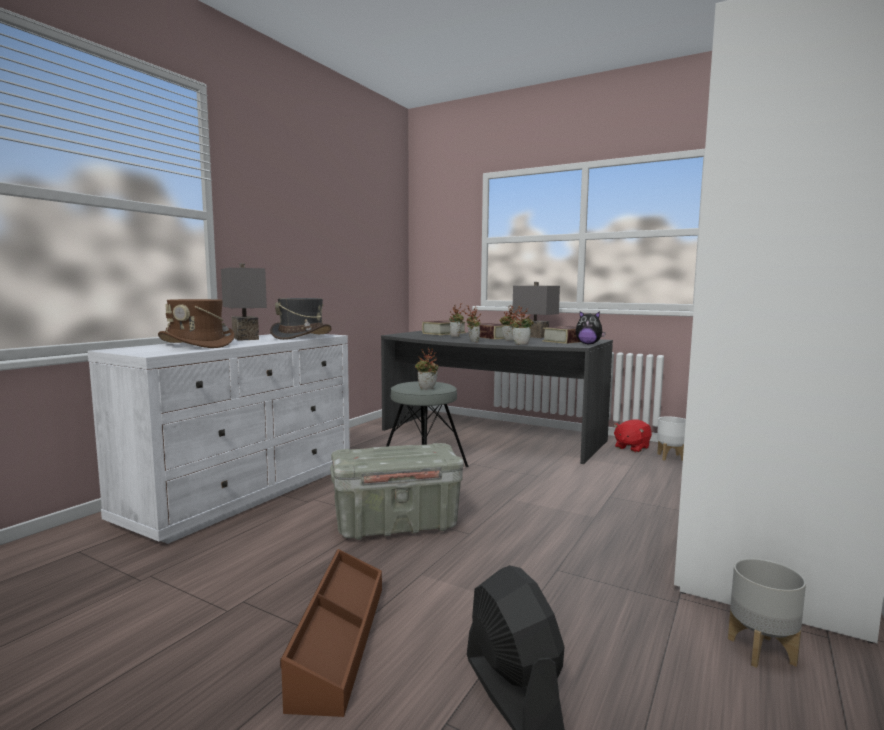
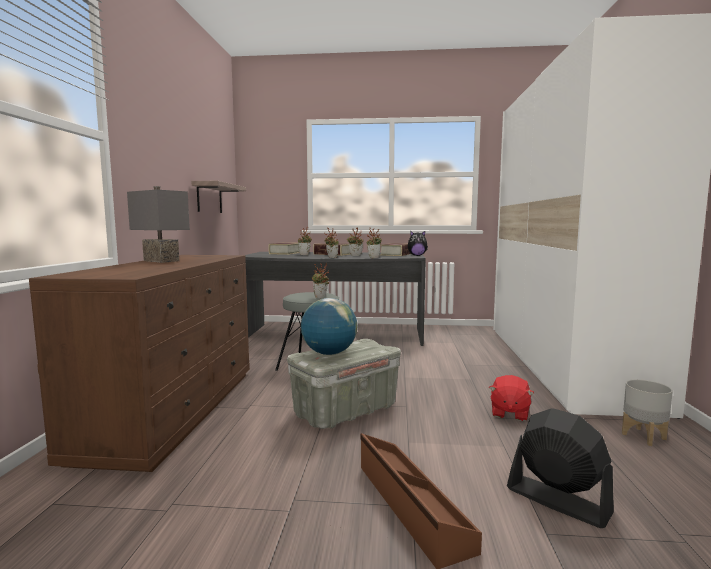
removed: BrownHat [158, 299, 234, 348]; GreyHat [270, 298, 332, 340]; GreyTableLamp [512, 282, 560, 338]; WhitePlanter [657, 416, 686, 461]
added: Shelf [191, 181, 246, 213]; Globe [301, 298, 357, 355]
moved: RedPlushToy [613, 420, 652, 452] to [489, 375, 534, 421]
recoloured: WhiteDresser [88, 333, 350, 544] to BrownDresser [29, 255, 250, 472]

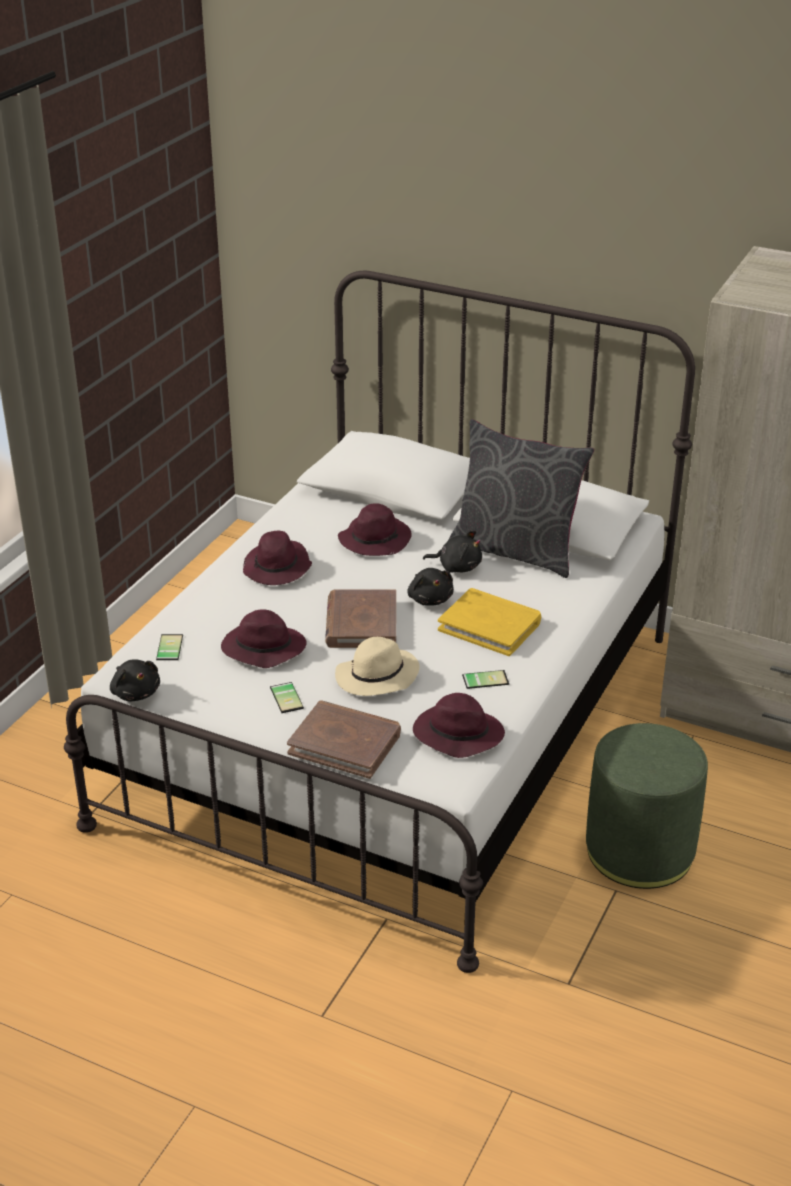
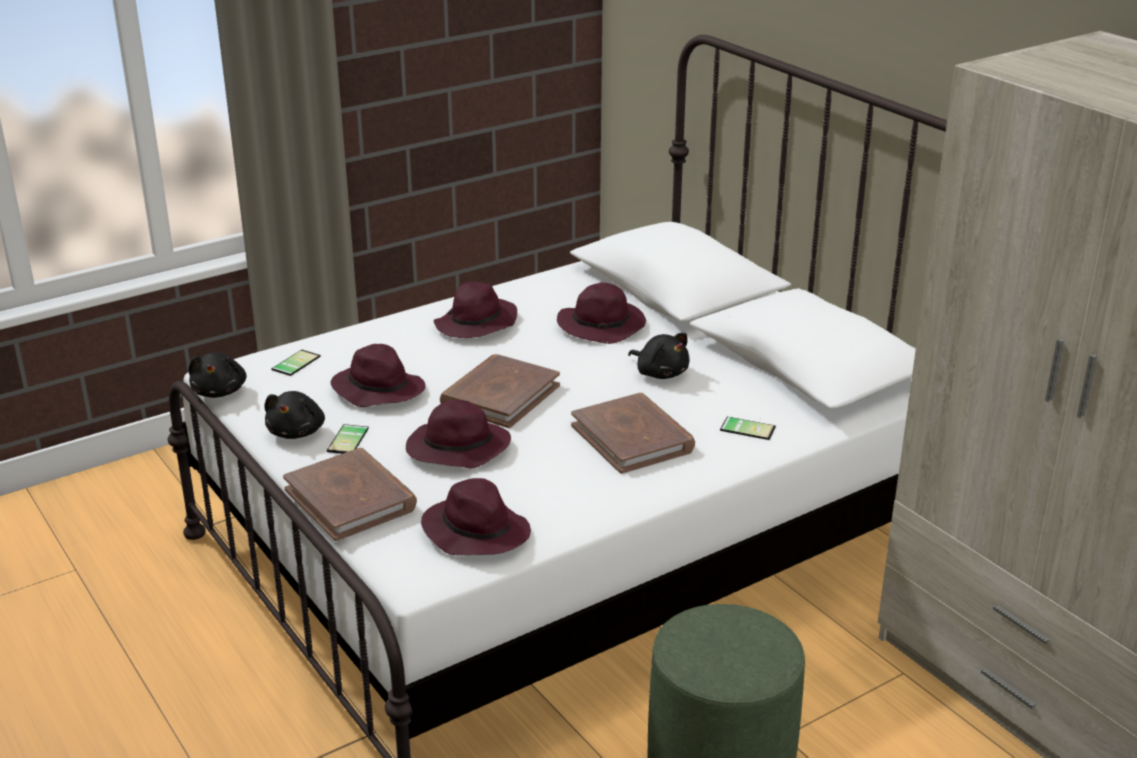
removed: GreyPillow [449, 419, 594, 578]
moved: BlackPlushToy [407, 568, 454, 606] to [264, 391, 325, 439]; Phone [462, 670, 509, 689] to [720, 417, 776, 440]
recoloured: BeigeHat [335, 637, 420, 696] to PurpleHat [406, 399, 511, 468]; YellowBook [438, 588, 541, 656] to BrownBook [571, 393, 695, 474]

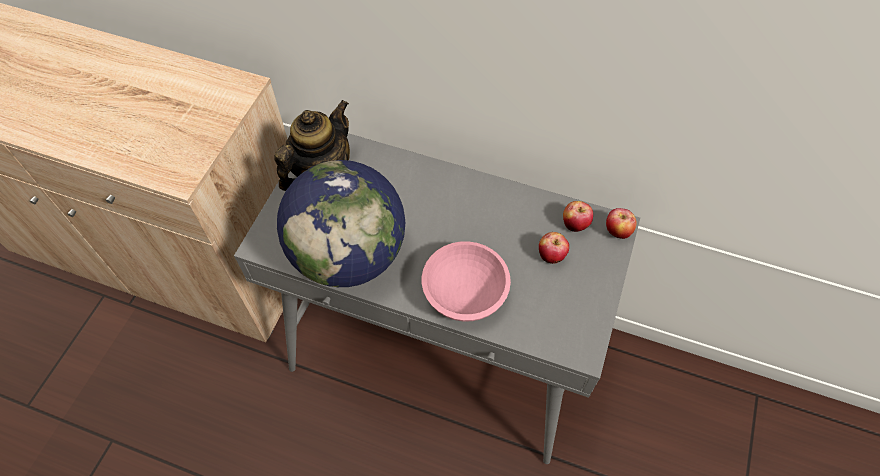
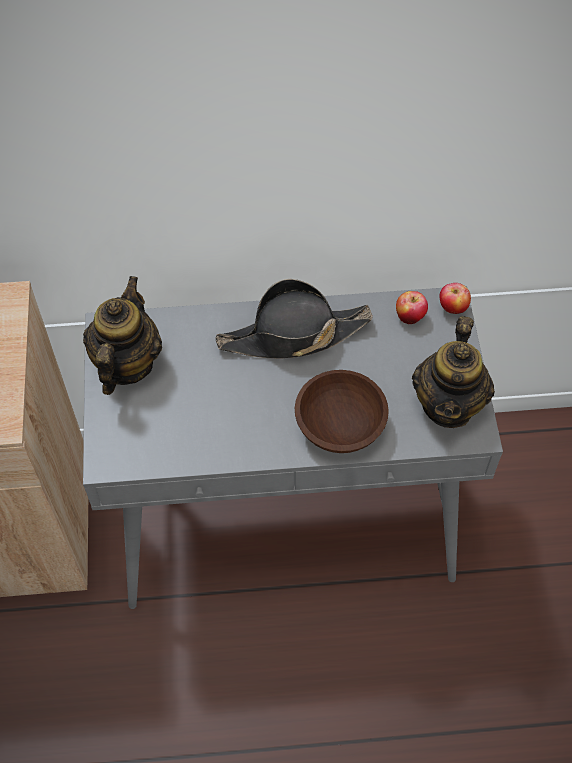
removed: Globe [277, 160, 405, 287]; Apple [539, 232, 569, 264]
added: BlackHat [216, 279, 373, 359]; Teapot [412, 316, 495, 428]
recoloured: PinkBowl [422, 241, 511, 321] to BrownBowl [295, 370, 389, 453]

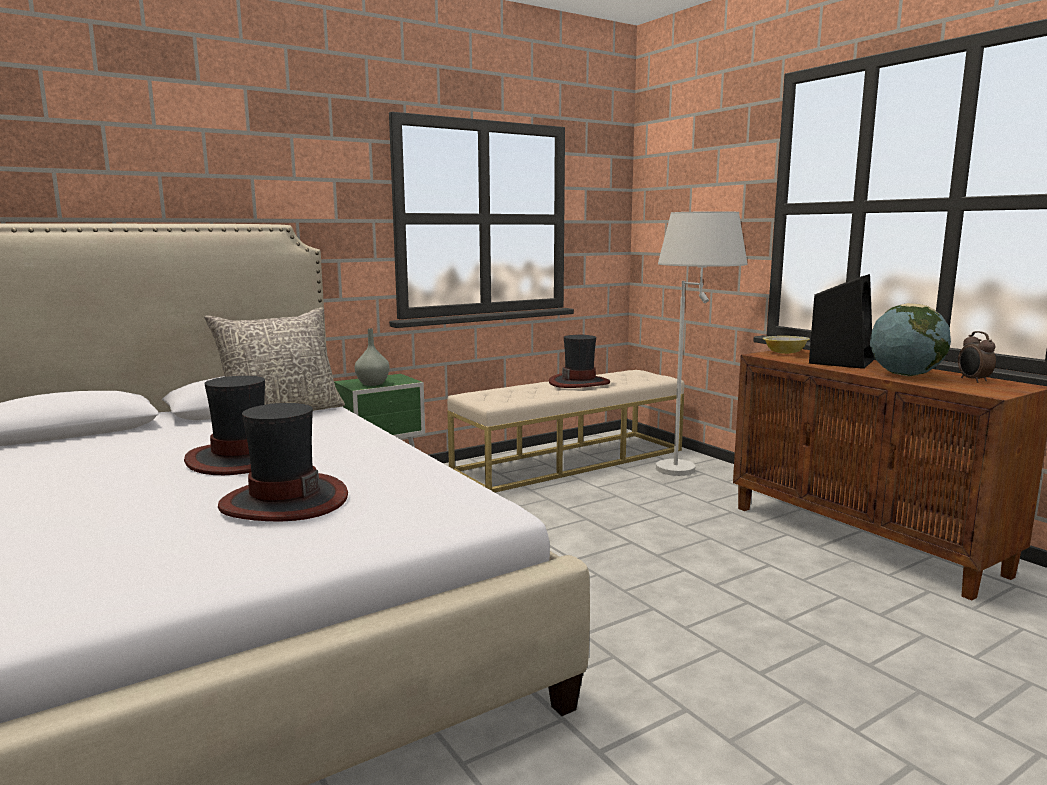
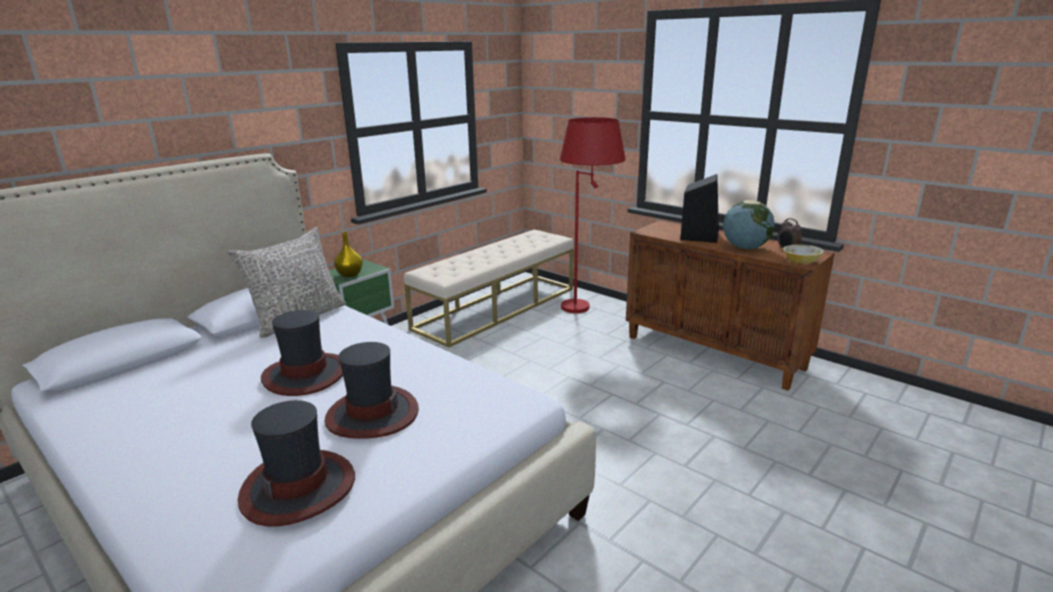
moved: Hat [549, 335, 610, 388] to [238, 400, 355, 527]; Bowl [763, 336, 810, 354] to [783, 245, 824, 264]
recoloured: GreyVase [355, 328, 389, 386] to YellowVase [334, 231, 363, 277]; WhiteFloorLamp [656, 211, 747, 476] to RedFloorLamp [560, 117, 625, 313]

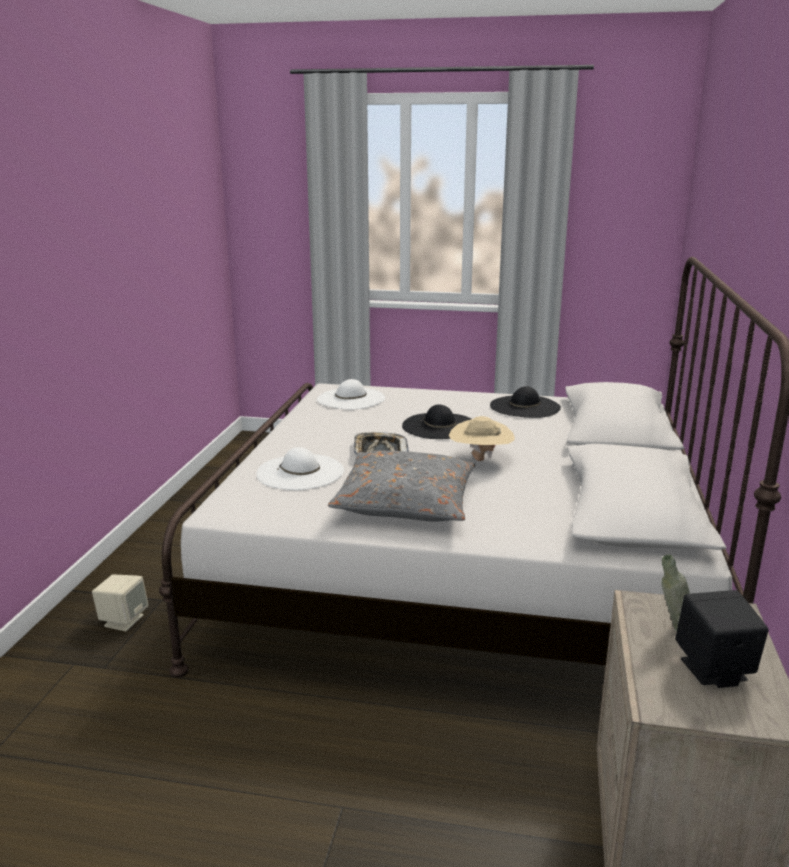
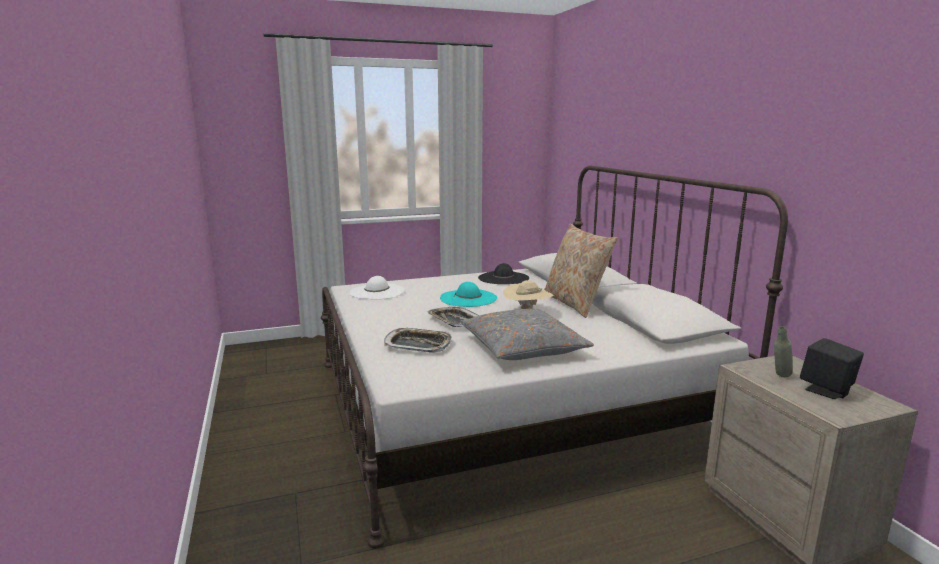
removed: BeigeSpeaker [92, 574, 148, 631]
added: BeigePillow [544, 224, 618, 318]
replaced: WhiteHat [257, 447, 344, 490] to Tray [384, 328, 452, 353]
recoloured: BlackHat [402, 404, 471, 439] to TurquoiseHat [440, 282, 497, 307]

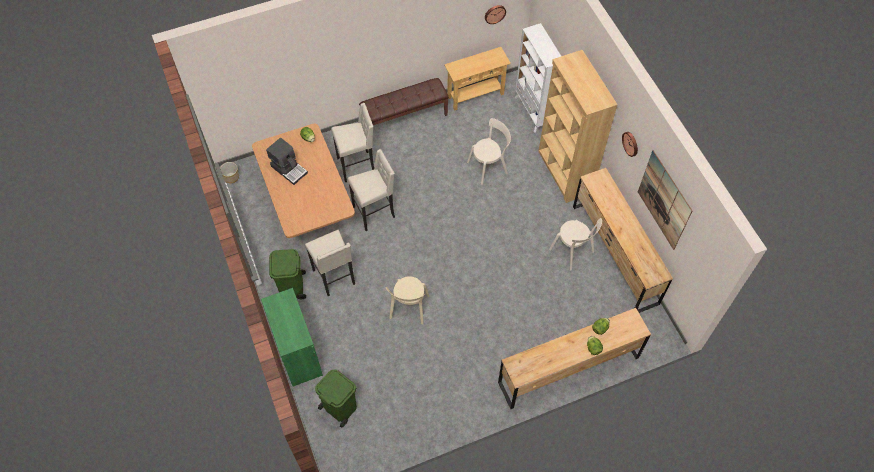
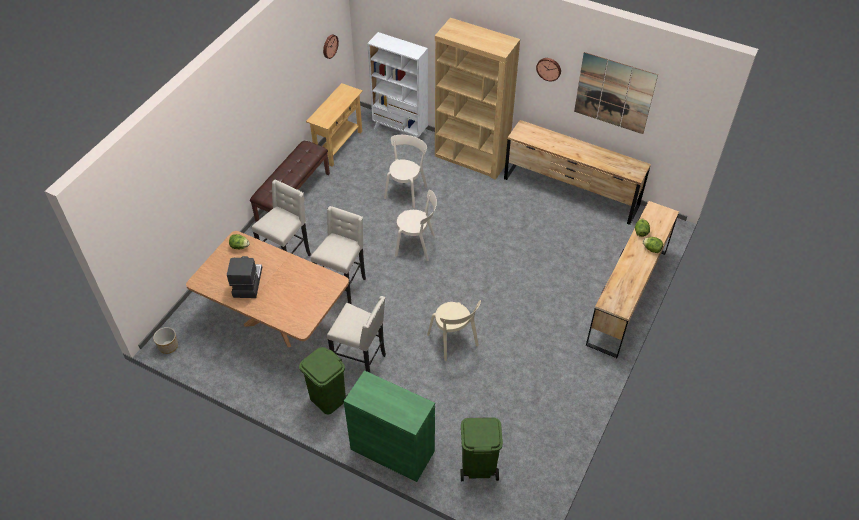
moved: BeigeChair [549, 218, 602, 271] to [395, 190, 437, 261]
turned: CoffeeMachine [266, 138, 308, 185] = [227, 256, 262, 298] 90 degrees counterclockwise

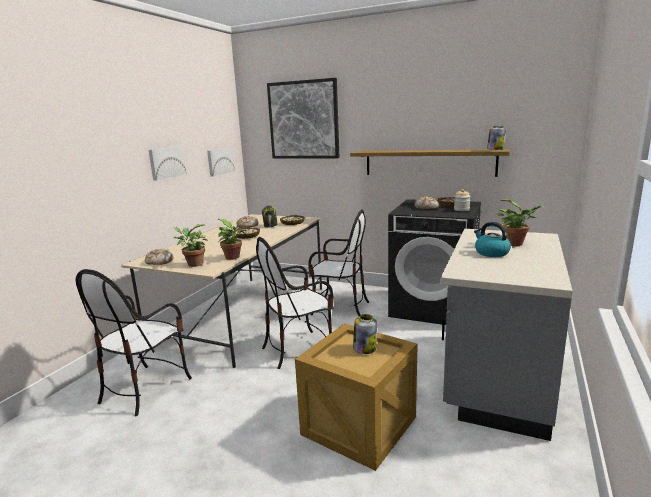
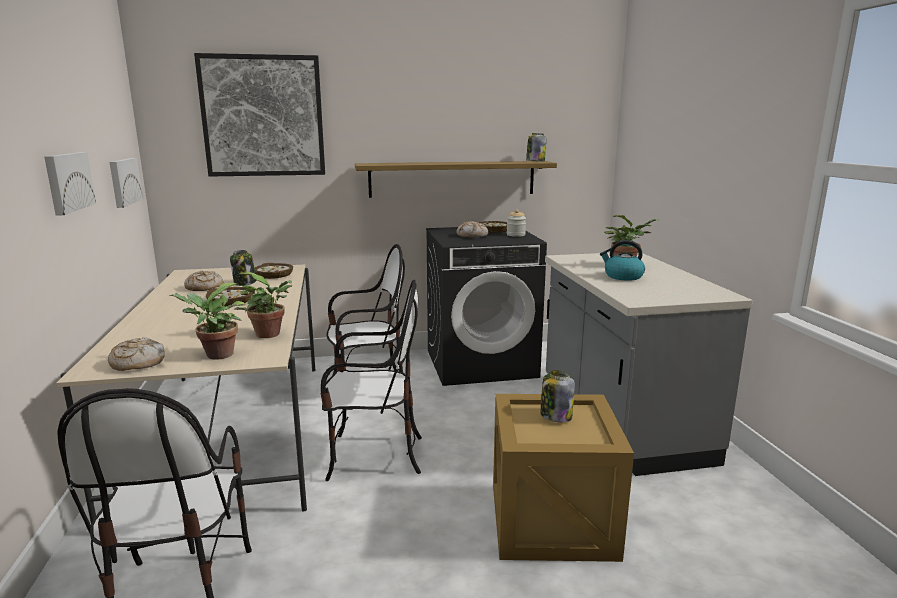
turned: Chair [256, 237, 334, 369] = [321, 280, 422, 481] 120 degrees counterclockwise

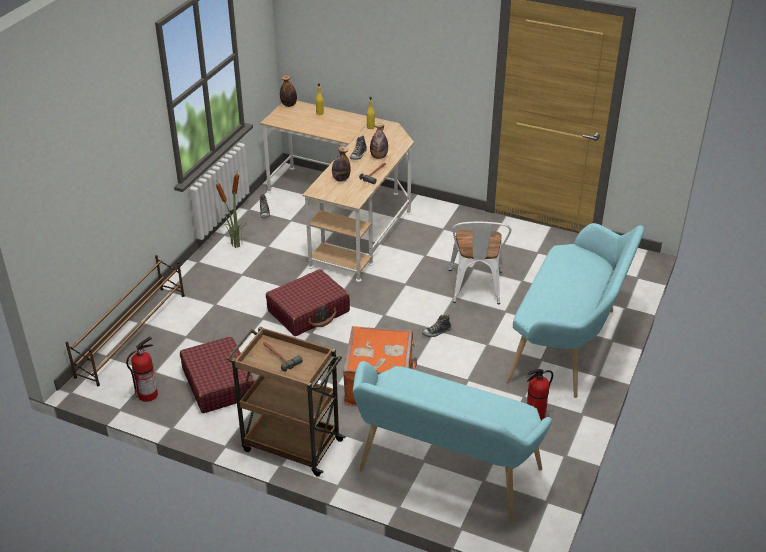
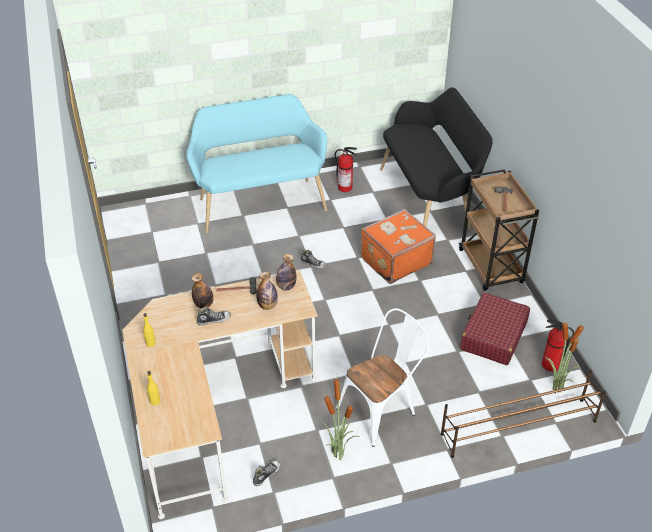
removed: RedSuitcase [266, 269, 350, 336]
added: PottedPlant [545, 322, 585, 394]
moved: Bottle [280, 74, 297, 107] to [276, 254, 296, 291]; WhiteChair [449, 222, 512, 304] to [336, 308, 429, 447]
recoloured: TurquoiseBench [353, 361, 552, 523] to BlackBench [380, 87, 492, 230]

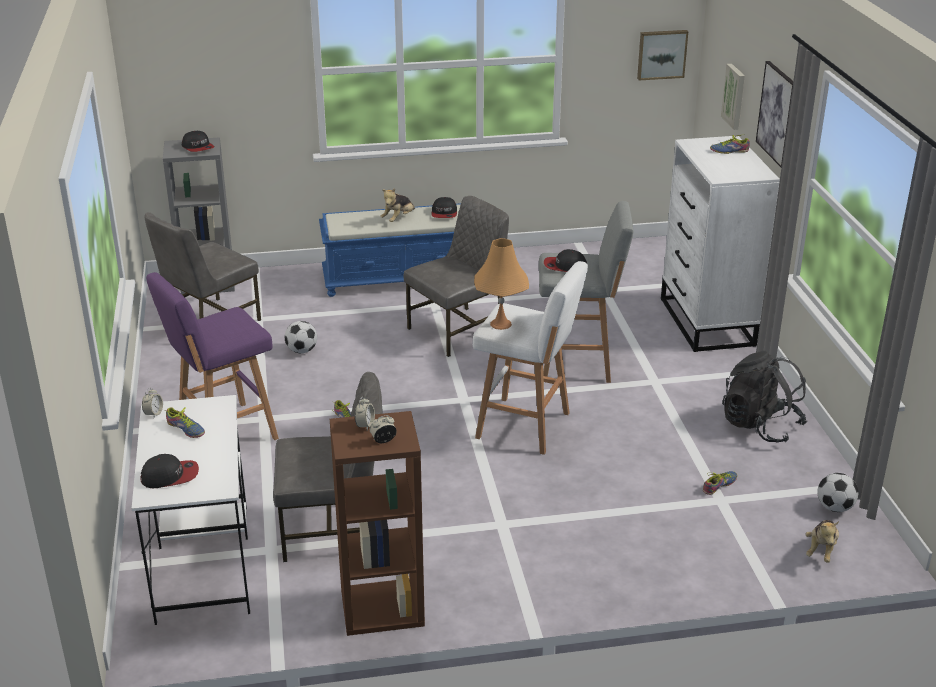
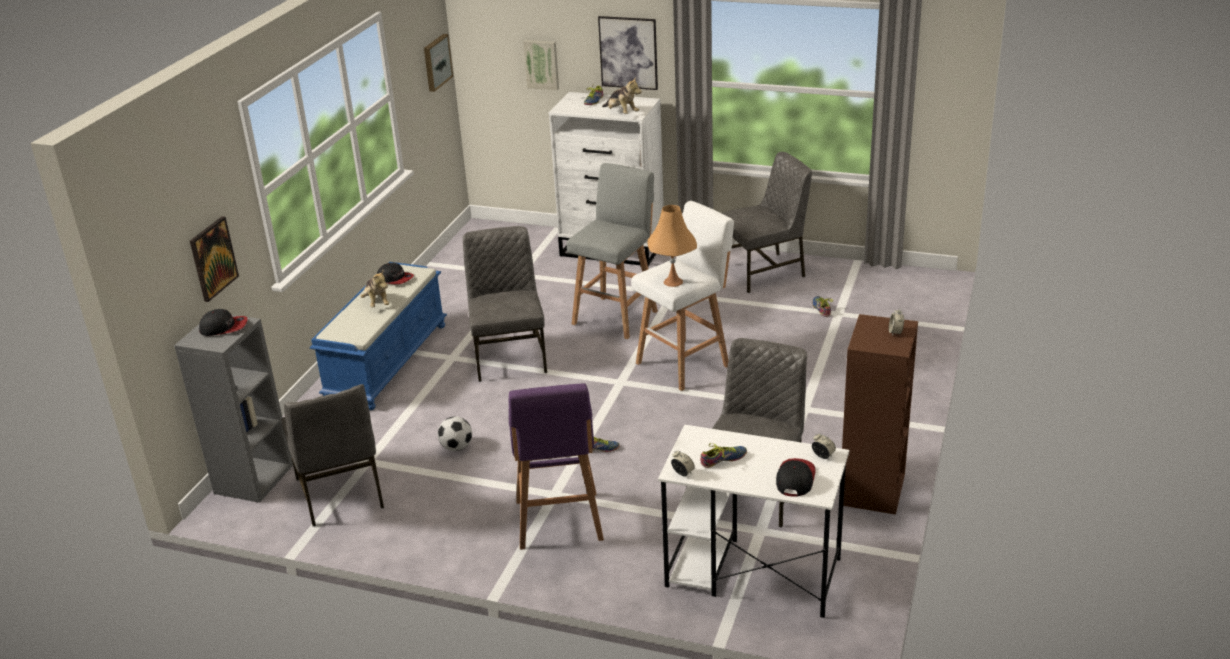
removed: Cap [544, 249, 587, 272]; Football [817, 473, 859, 512]
added: Picture [190, 216, 239, 302]
moved: AlarmClock [355, 397, 375, 430] to [812, 433, 836, 459]; PlushToy [805, 520, 839, 563] to [602, 77, 642, 114]
replaced: BlackBackpack [722, 351, 807, 443] to GreyChair [722, 152, 812, 293]

